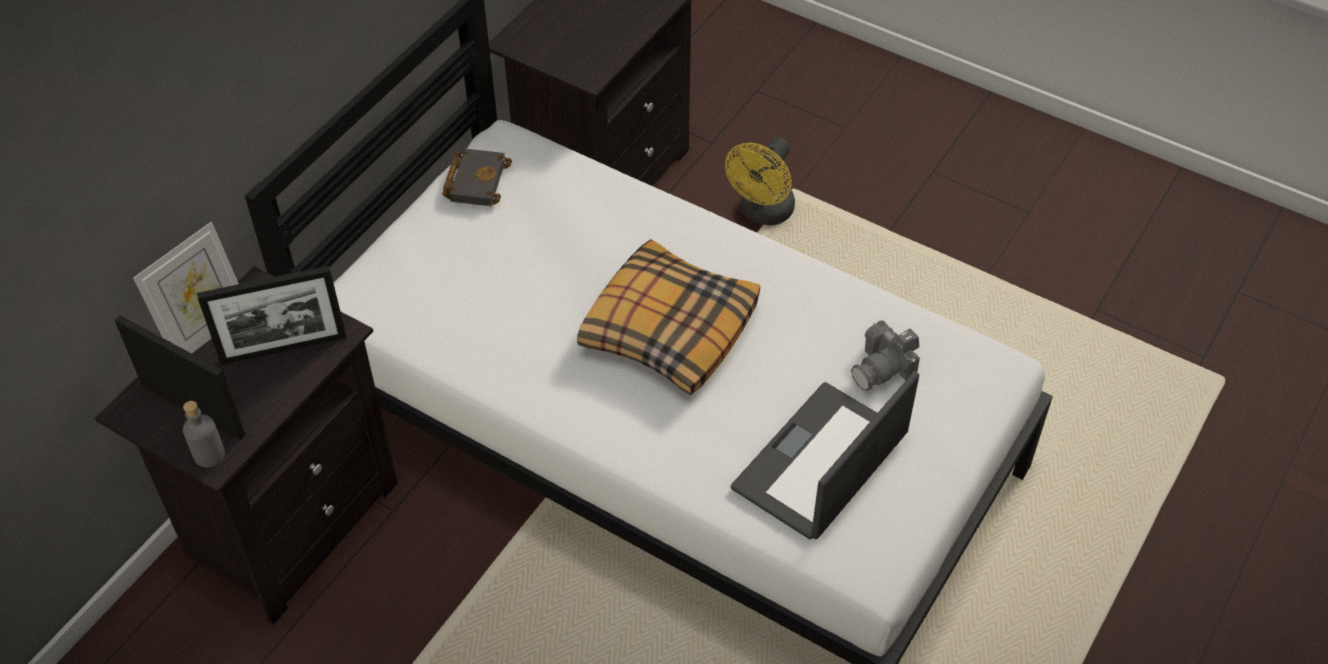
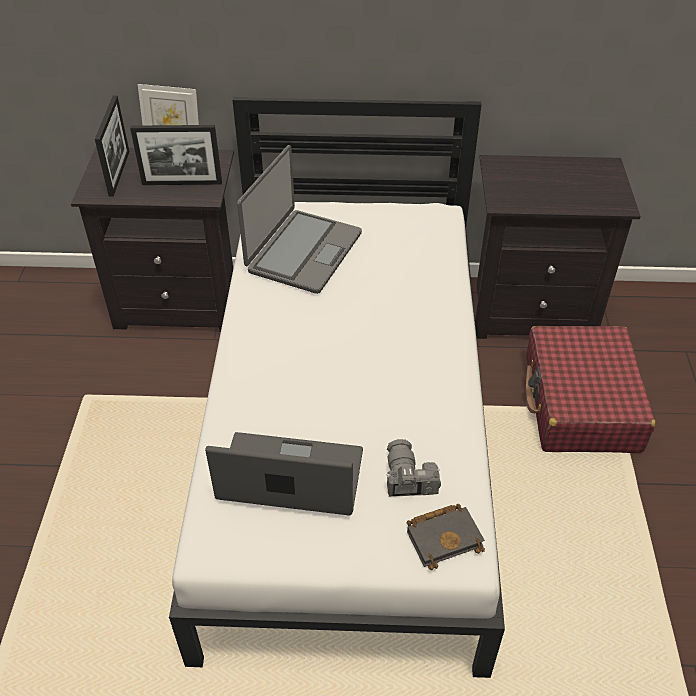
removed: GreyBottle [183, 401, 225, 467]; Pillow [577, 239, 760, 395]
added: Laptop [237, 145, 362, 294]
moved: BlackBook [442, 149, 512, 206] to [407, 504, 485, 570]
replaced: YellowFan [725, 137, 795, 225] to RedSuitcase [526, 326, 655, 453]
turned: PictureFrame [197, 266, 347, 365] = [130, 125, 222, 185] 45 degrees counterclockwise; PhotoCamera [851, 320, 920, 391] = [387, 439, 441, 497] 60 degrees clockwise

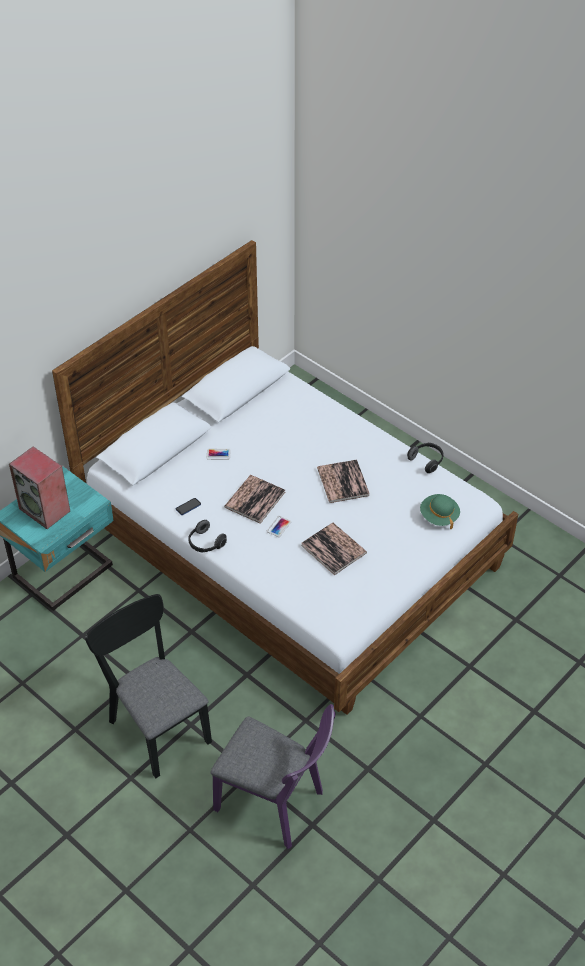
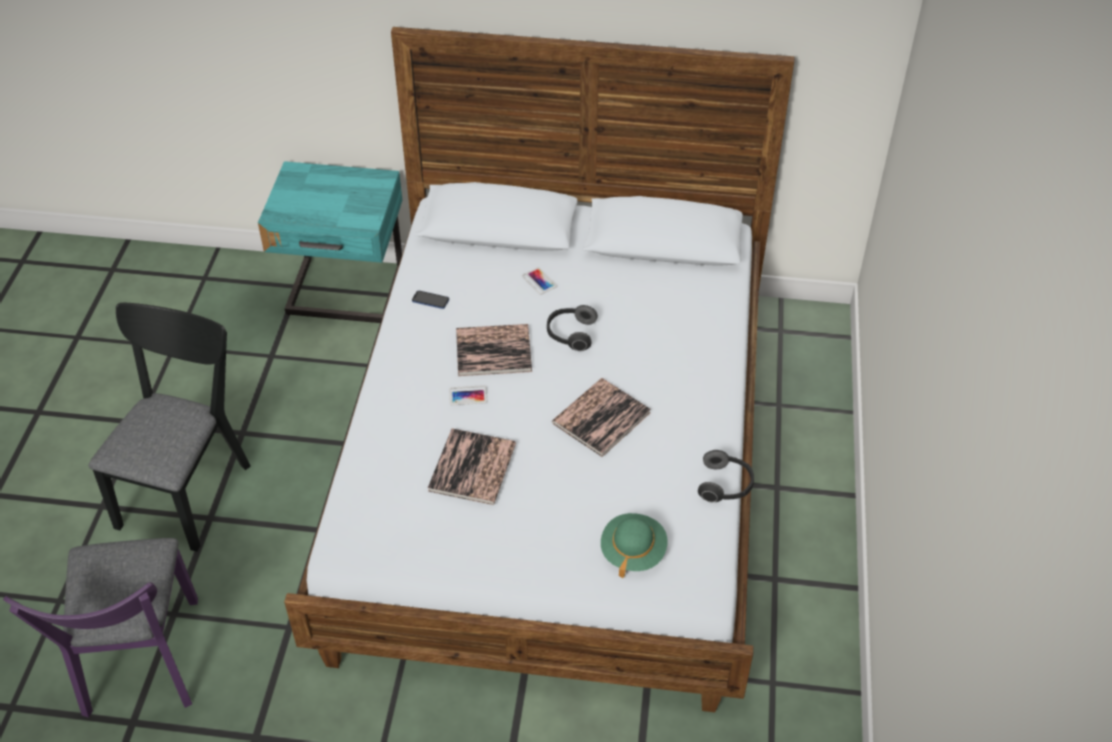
removed: Speaker [9, 446, 70, 529]
moved: Headphones [188, 520, 227, 553] to [547, 305, 598, 351]

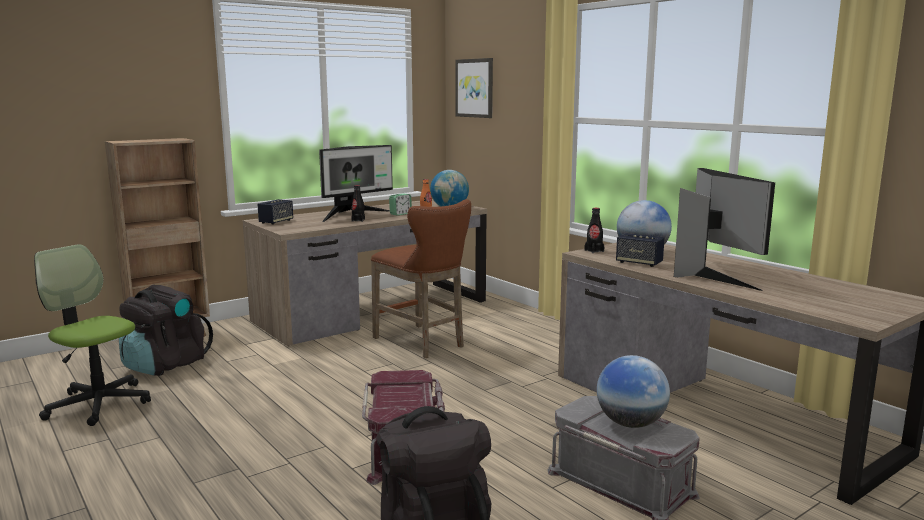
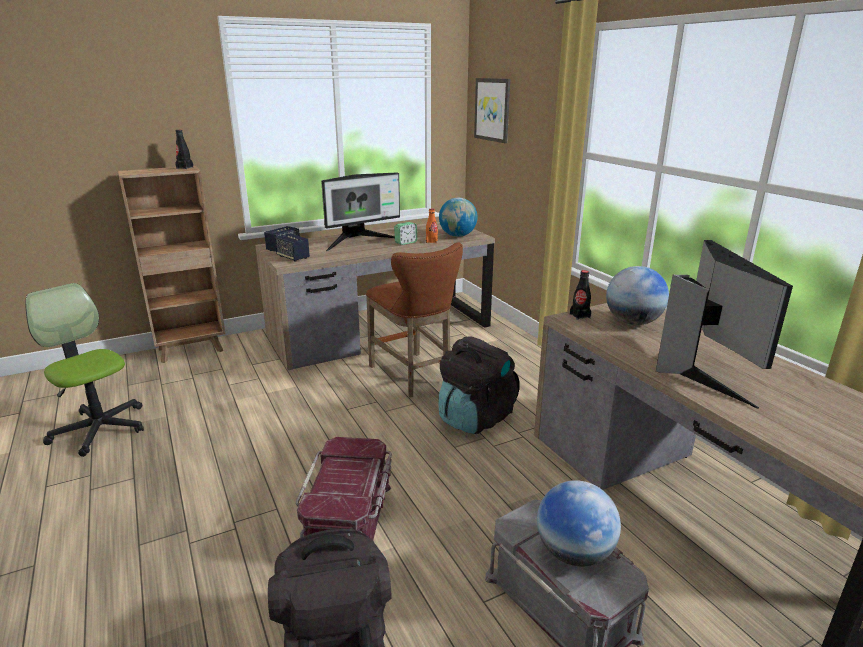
moved: BlackBackpack [119, 285, 213, 376] to [438, 337, 520, 434]; BlackBottle [351, 185, 365, 222] to [175, 130, 193, 169]; Speaker [616, 233, 664, 267] to [275, 234, 310, 261]

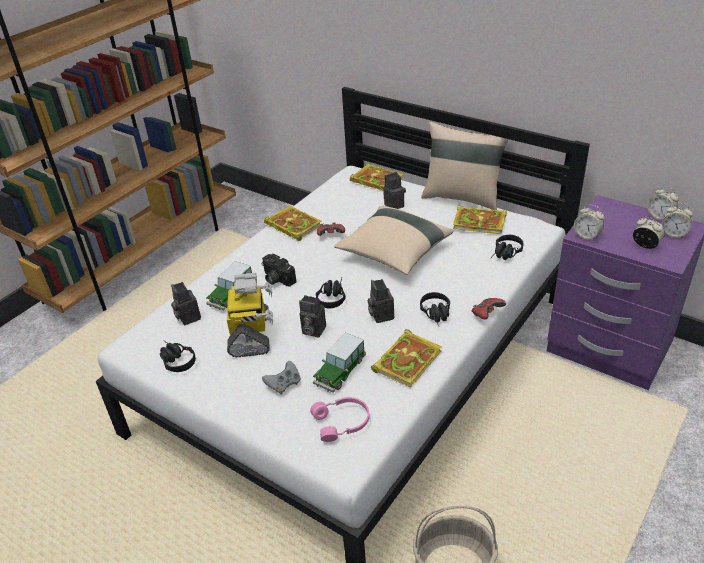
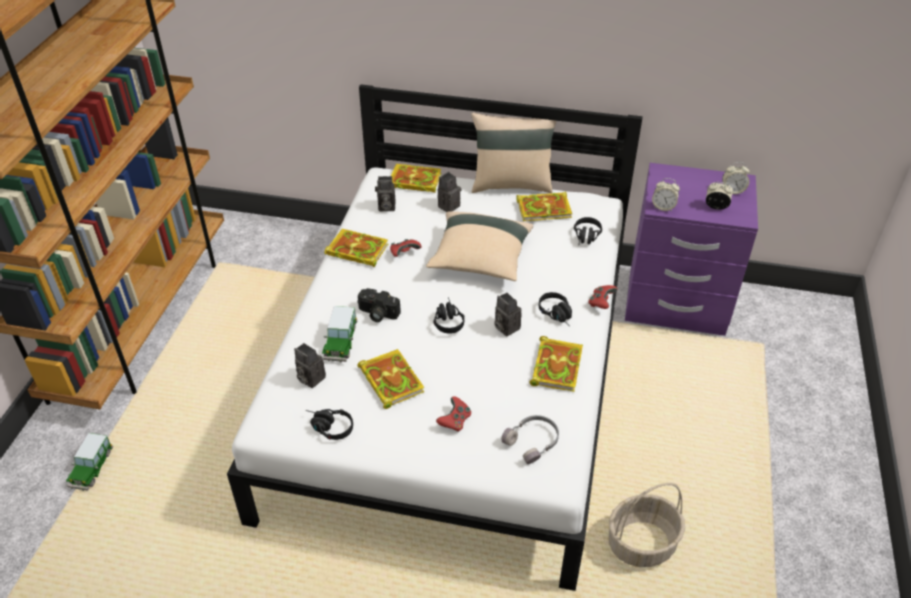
removed: AlarmClock [647, 186, 679, 220]
moved: PhotoCamera [299, 295, 326, 338] to [375, 176, 395, 211]; ToyCar [313, 333, 366, 392] to [66, 433, 113, 491]
replaced: ToyRobot [227, 273, 273, 357] to Book [357, 349, 424, 409]
recoloured: GreyGameController [262, 361, 301, 394] to RedGameController [436, 396, 471, 432]; PinkHeadphones [310, 397, 369, 442] to GreyHeadphones [501, 415, 559, 464]

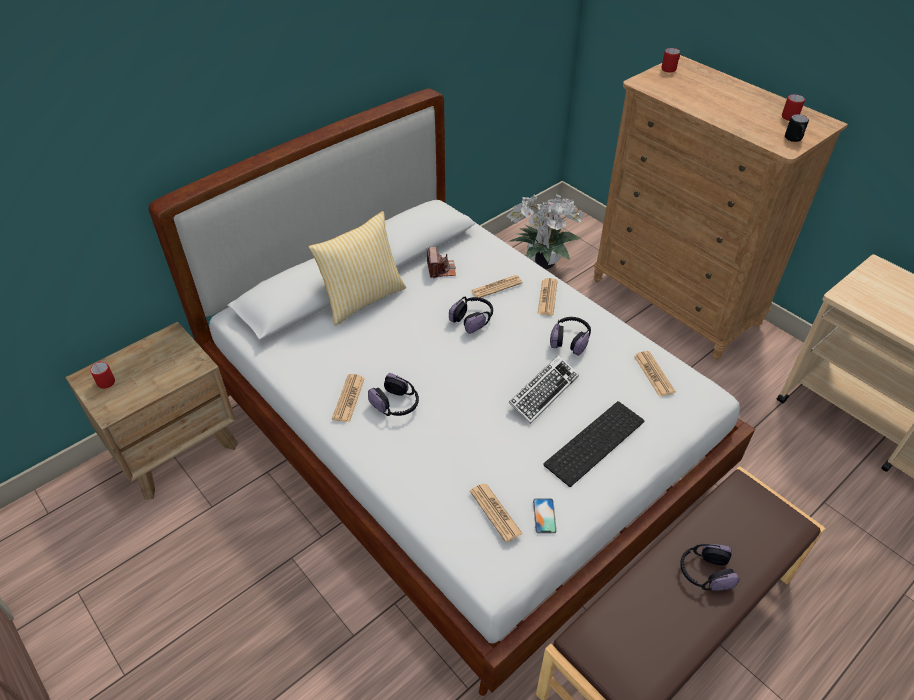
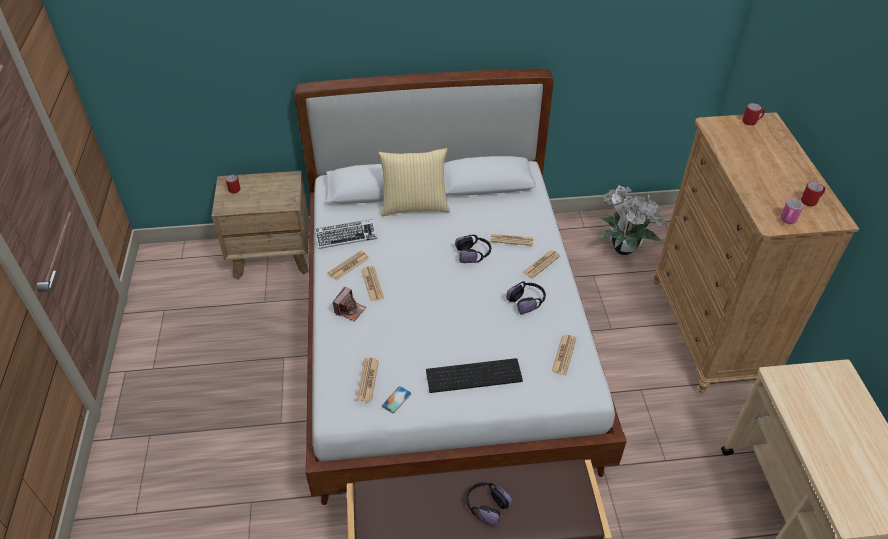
moved: PhotoCamera [427, 247, 456, 279] to [333, 287, 366, 322]; Keyboard [508, 355, 579, 424] to [315, 219, 377, 249]
replaced: Headphones [368, 373, 419, 416] to Newspaper [361, 266, 384, 301]
recoloured: BlackMug [785, 114, 809, 142] to PinkMug [780, 199, 803, 224]

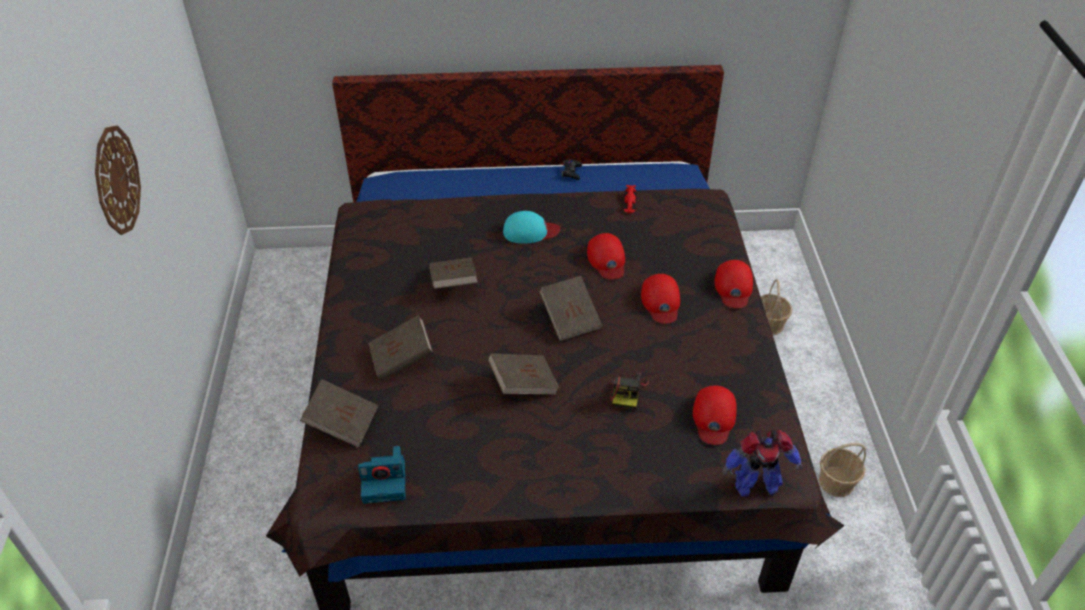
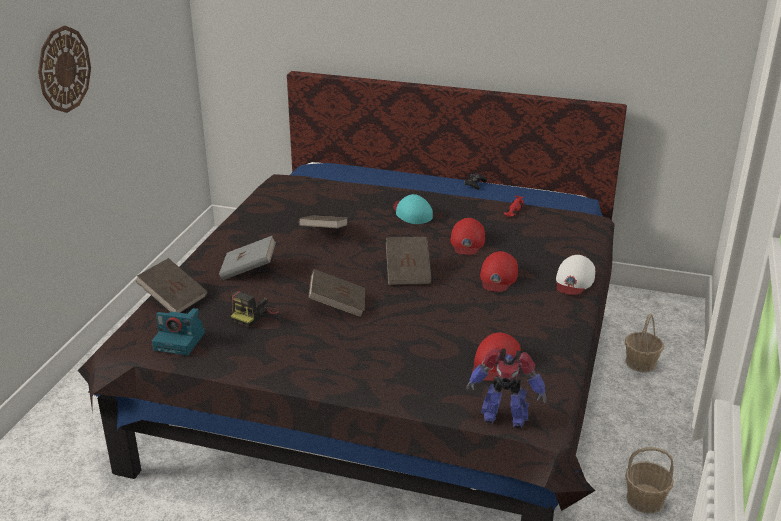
moved: PhotoCamera [610, 373, 649, 410] to [231, 291, 279, 327]
recoloured: BrownBook [368, 315, 433, 381] to GreyBook [219, 236, 276, 280]; RedCap [715, 260, 753, 308] to WhiteCap [556, 255, 595, 295]
turned: TurquoiseCap [503, 211, 560, 243] = [393, 194, 433, 224] 135 degrees counterclockwise

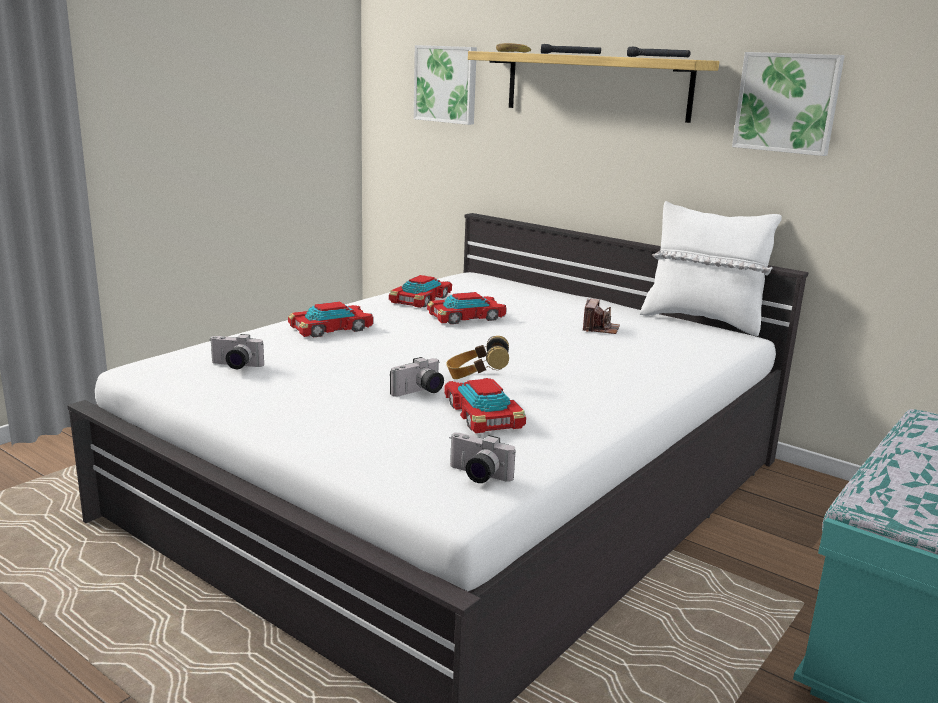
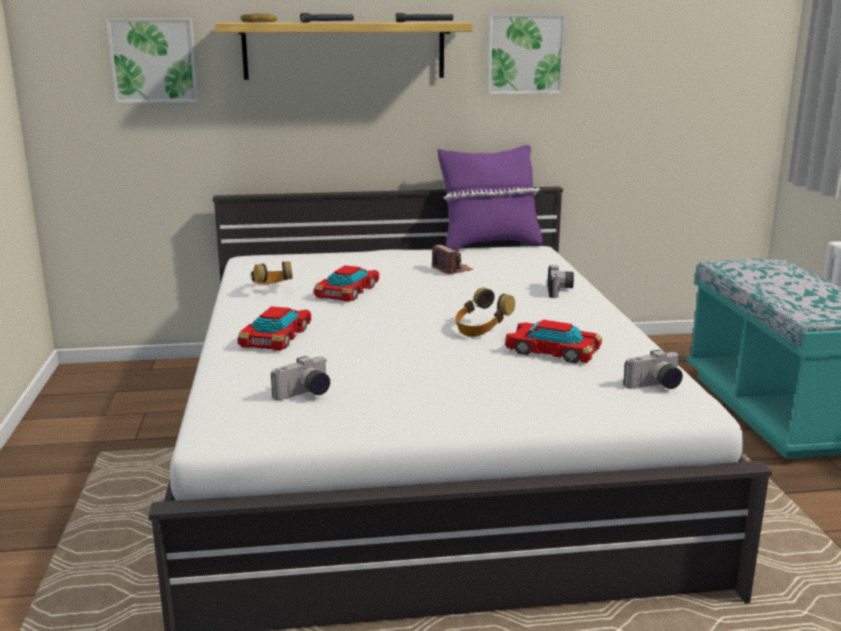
moved: PhotoCamera [390, 357, 444, 397] to [547, 265, 574, 298]
replaced: ToyCar [389, 275, 452, 308] to Headphones [250, 262, 293, 284]
recoloured: WhitePillow [640, 201, 782, 336] to PurplePillow [438, 145, 542, 251]

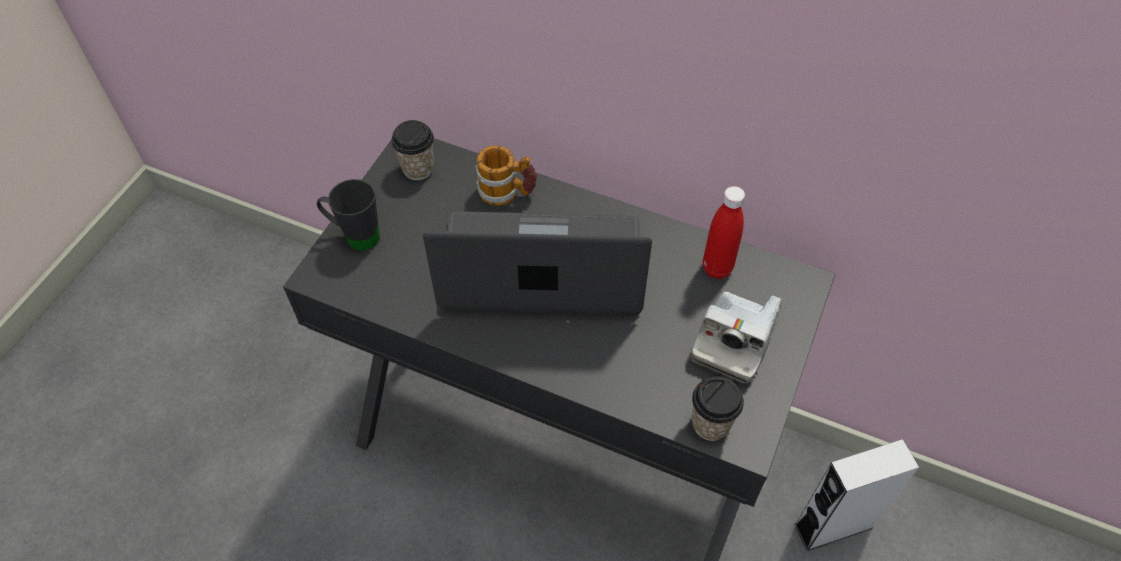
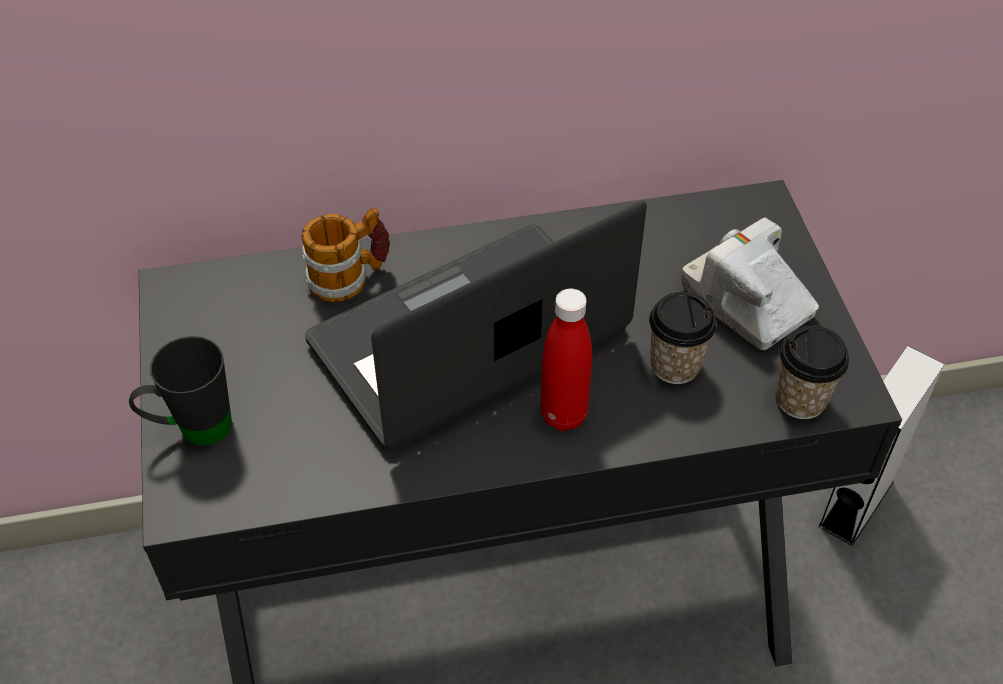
moved: Cup [391, 120, 434, 180] to [649, 291, 717, 384]; RedBottle [703, 186, 745, 279] to [540, 289, 592, 431]
turned: PhotoCamera [691, 292, 782, 384] = [681, 218, 819, 350] 150 degrees clockwise

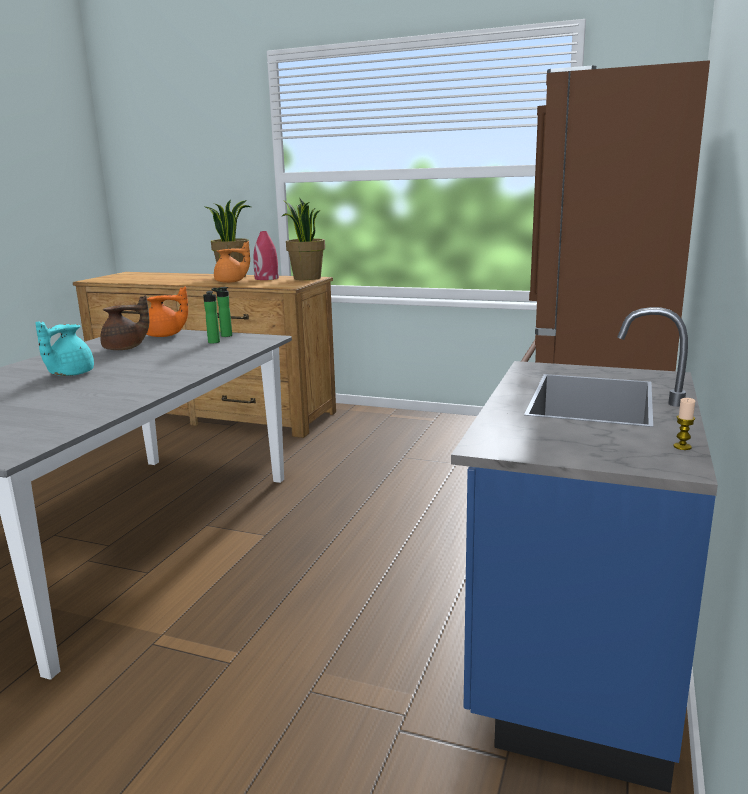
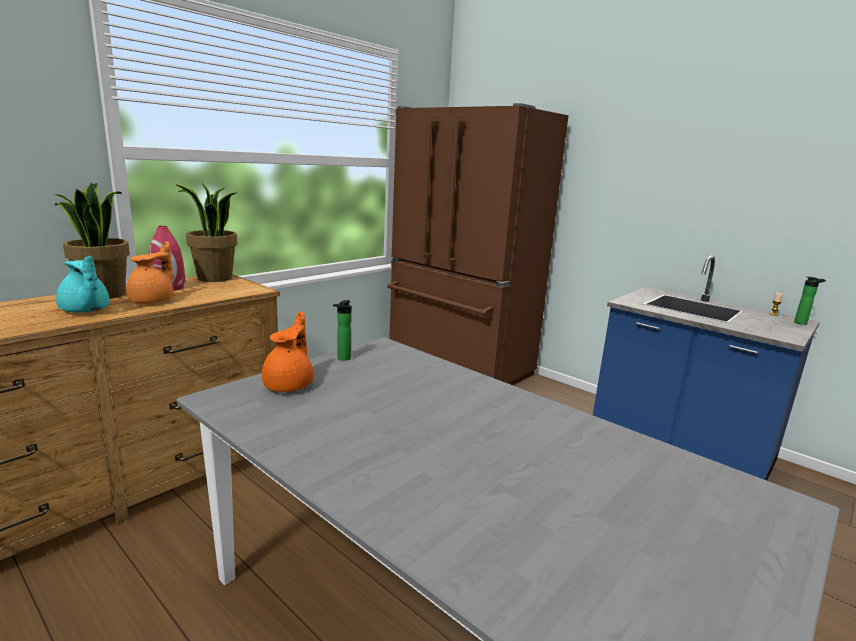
removed: BrownTeapot [100, 295, 149, 350]
moved: TurquoiseTeapot [36, 321, 94, 376] to [56, 256, 109, 313]; Bottle [203, 291, 220, 343] to [794, 277, 826, 325]

